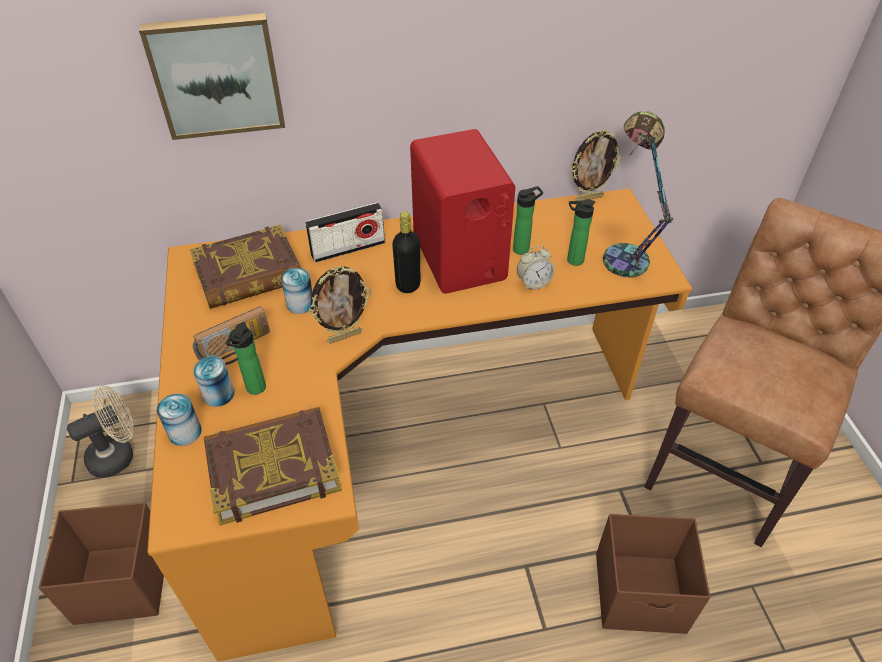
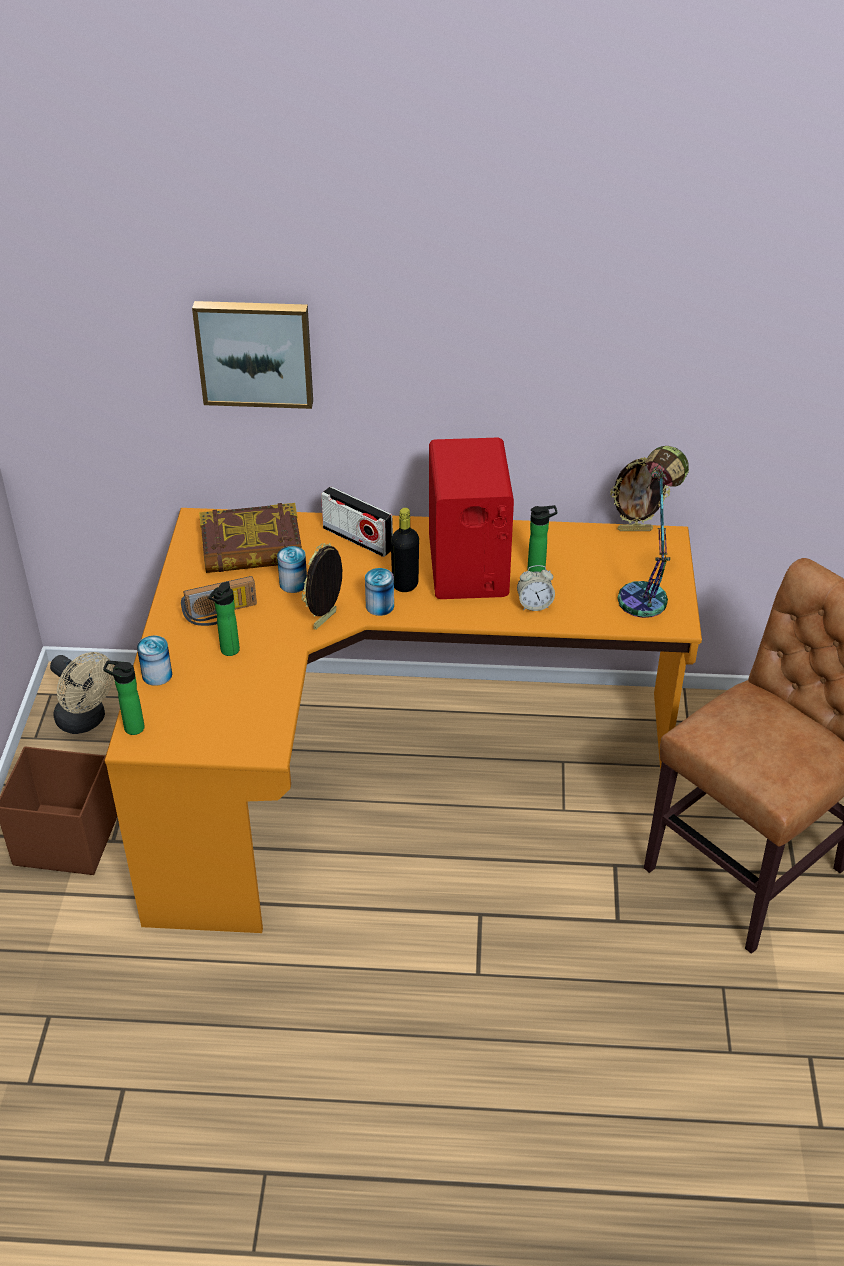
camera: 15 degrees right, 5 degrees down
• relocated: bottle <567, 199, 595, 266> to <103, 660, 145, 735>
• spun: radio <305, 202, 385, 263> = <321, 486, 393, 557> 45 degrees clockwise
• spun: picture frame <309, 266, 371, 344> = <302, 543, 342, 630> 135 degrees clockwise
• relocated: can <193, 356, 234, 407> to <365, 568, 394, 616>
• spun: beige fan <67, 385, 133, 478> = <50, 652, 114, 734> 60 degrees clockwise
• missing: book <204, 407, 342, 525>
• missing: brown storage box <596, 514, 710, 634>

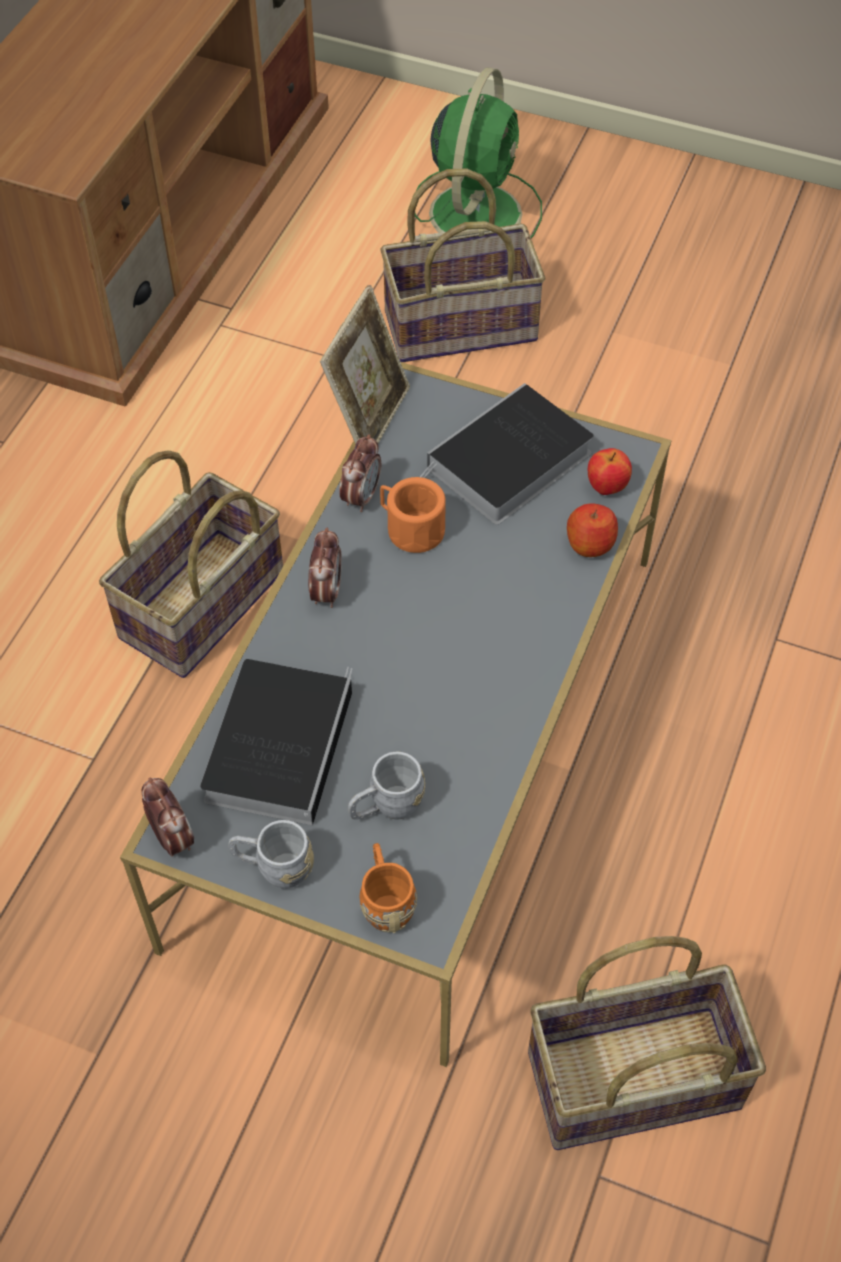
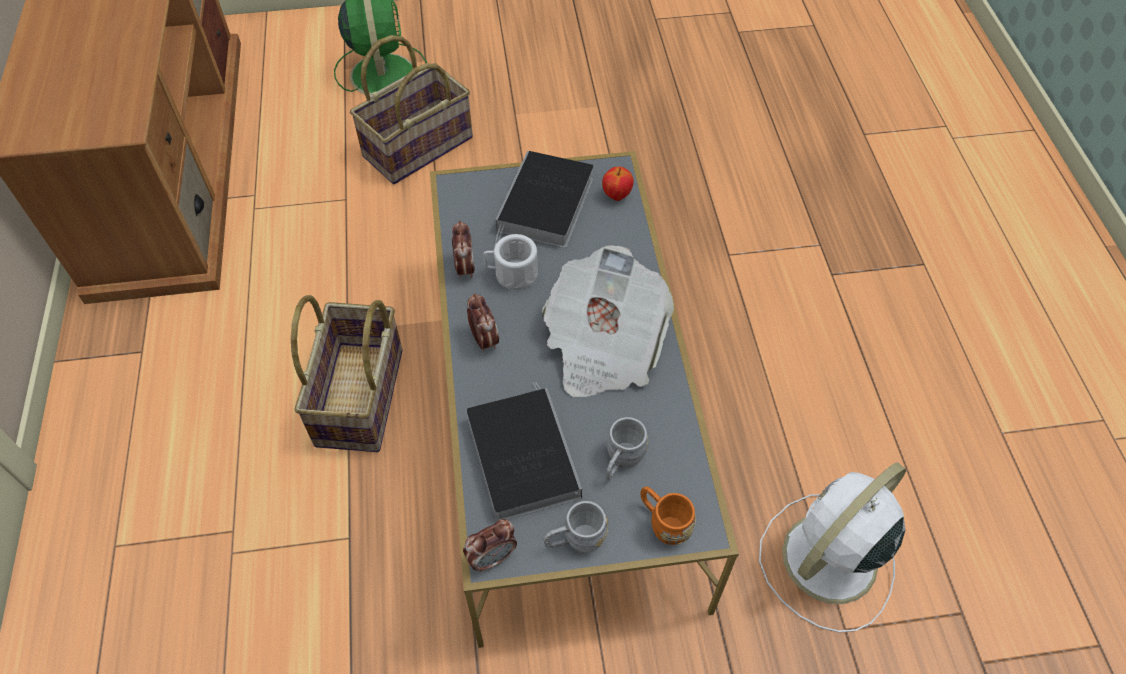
camera: 30 degrees left, 0 degrees up
• missing: picture frame <320, 285, 410, 444>
• colour: orange mug <380, 477, 446, 553> to white mug <483, 234, 538, 290>
• missing: apple <567, 503, 618, 557>
• spun: alarm clock <141, 777, 194, 856> = <463, 519, 517, 572> 120 degrees clockwise
• exchanged: basket <528, 936, 766, 1150> to white fan <759, 462, 907, 632>
• appeared: newspaper <542, 245, 674, 397>

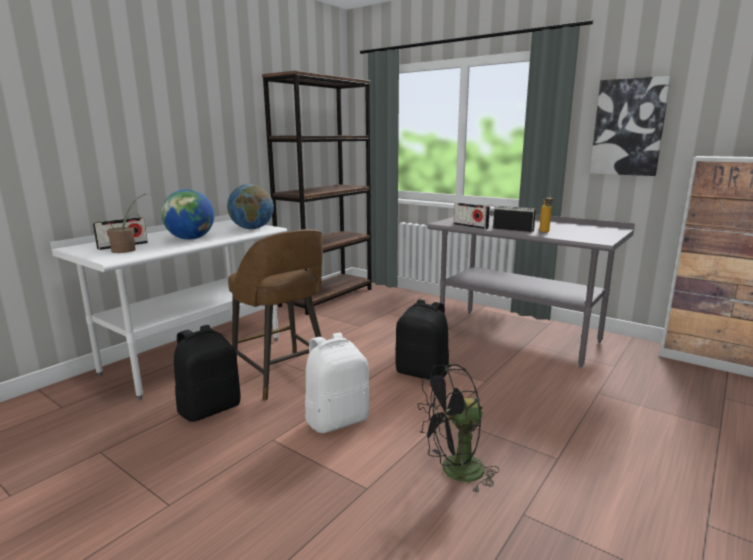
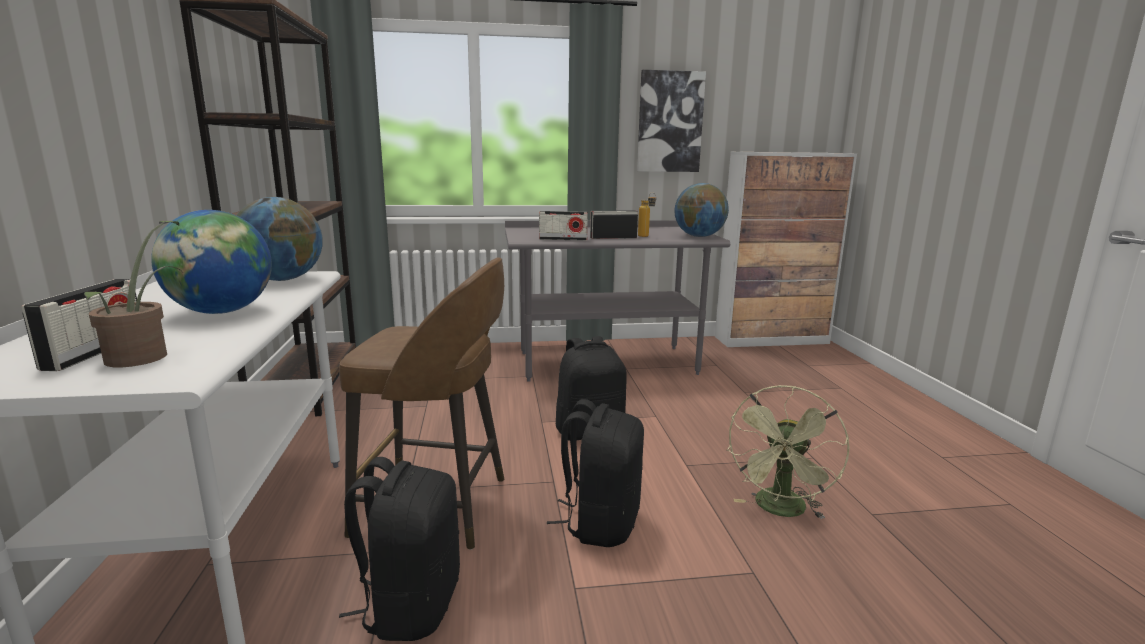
camera: 45 degrees left, 0 degrees up
• colour: white backpack <305, 332, 369, 433> to black backpack <547, 399, 644, 547>
• colour: black fan <418, 364, 499, 492> to green fan <726, 385, 850, 519>
• appeared: globe <674, 183, 729, 237>

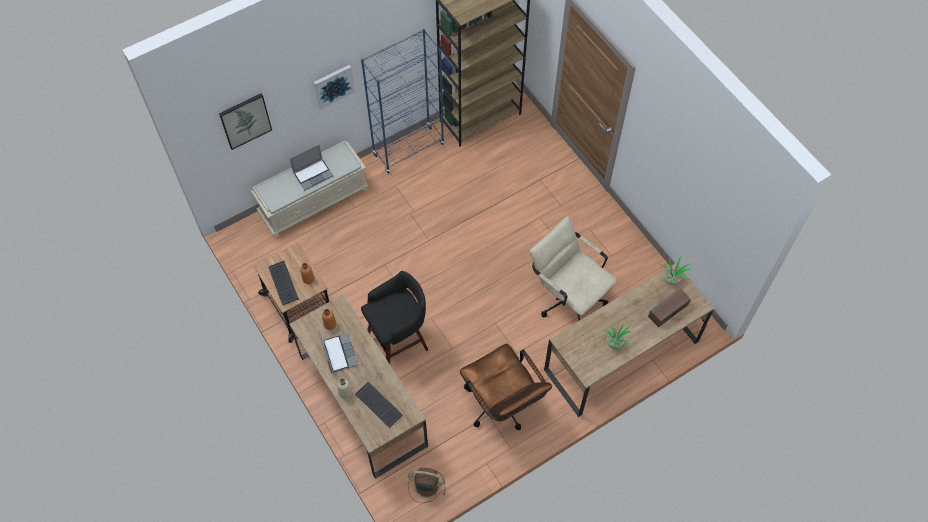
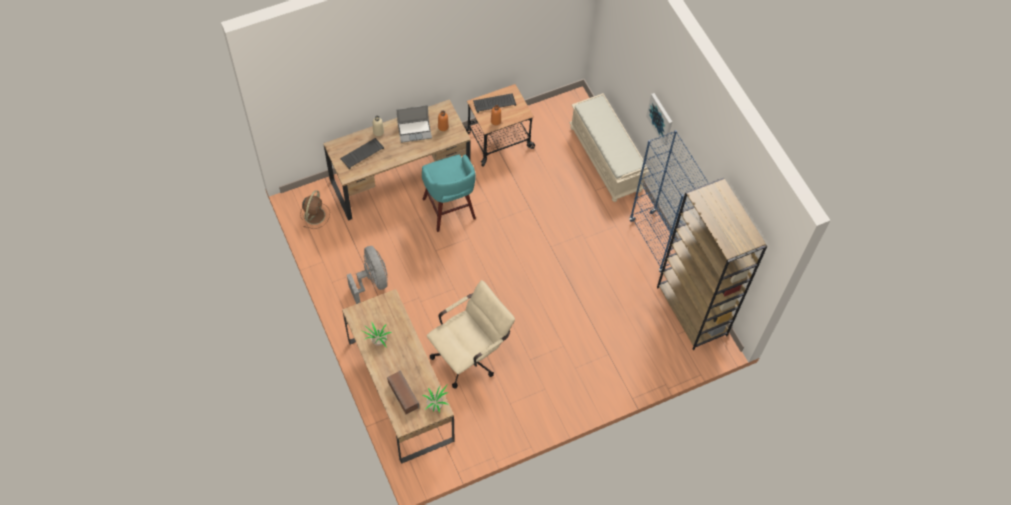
camera: 95 degrees right, 0 degrees up
• missing: picture <219, 93, 272, 150>
• missing: laptop <290, 144, 334, 191>
• colour: black stool <361, 271, 428, 364> to turquoise stool <422, 154, 476, 232>
• exchanged: brown office chair <460, 344, 552, 430> to grey fan <347, 246, 388, 304>

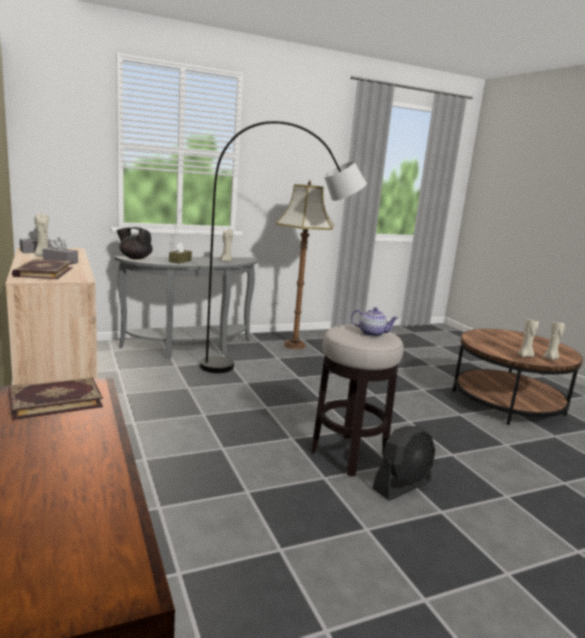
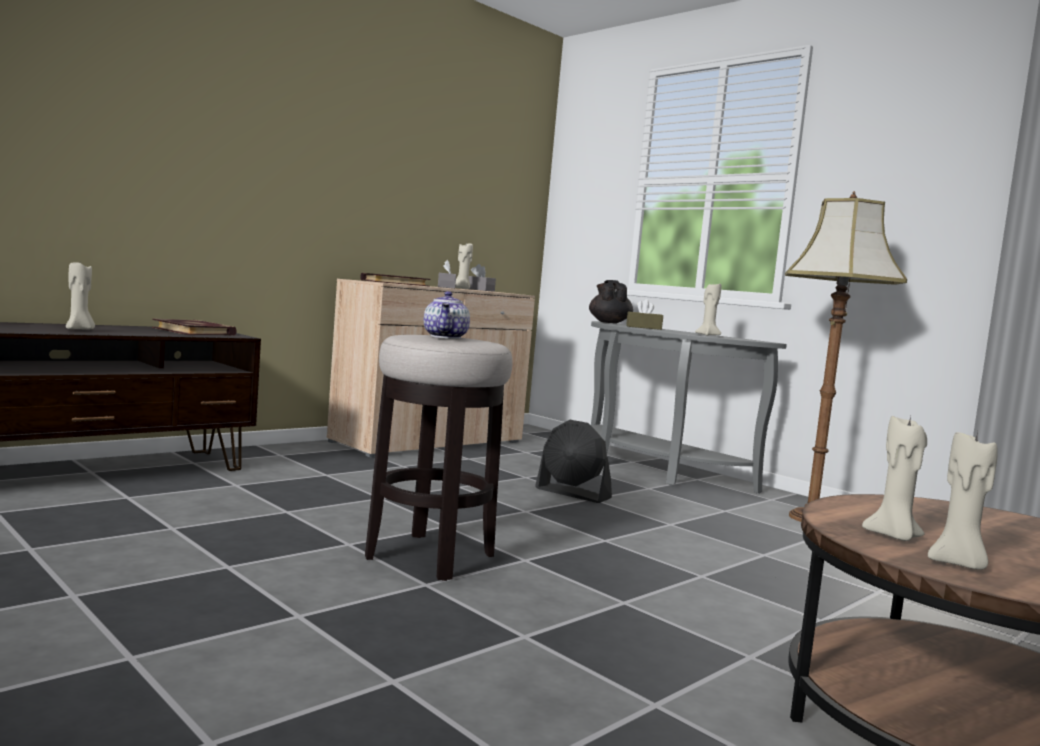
camera: 70 degrees right, 10 degrees down
• missing: grey floor lamp <200, 121, 367, 373>
• relocated: black fan <372, 426, 435, 501> to <535, 420, 612, 503>
• appeared: beige candle <66, 262, 95, 330>

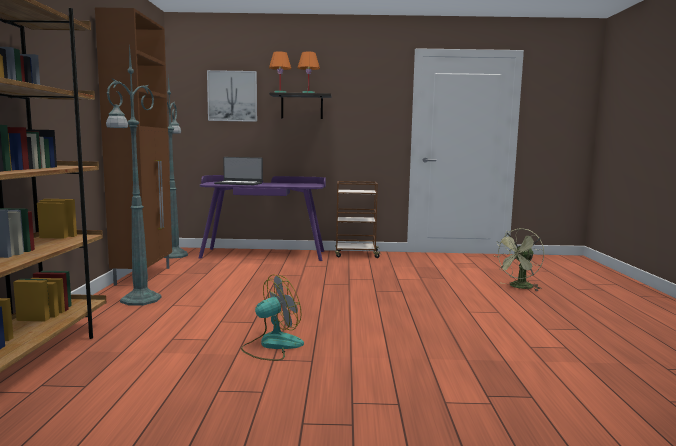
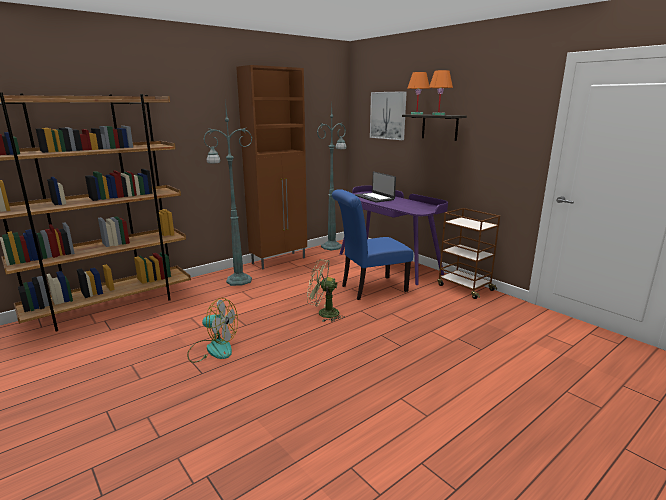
camera: 50 degrees right, 10 degrees up
• relocated: green fan <495, 228, 544, 291> to <307, 259, 341, 322>
• appeared: blue chair <332, 189, 414, 300>

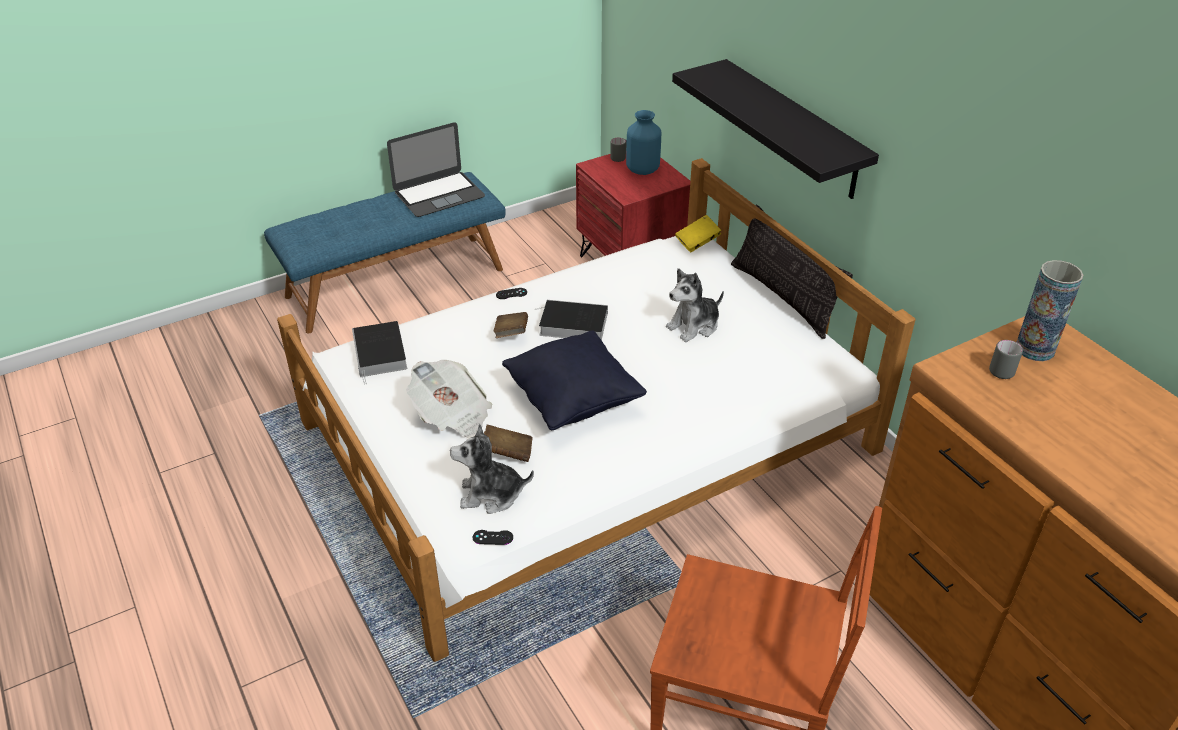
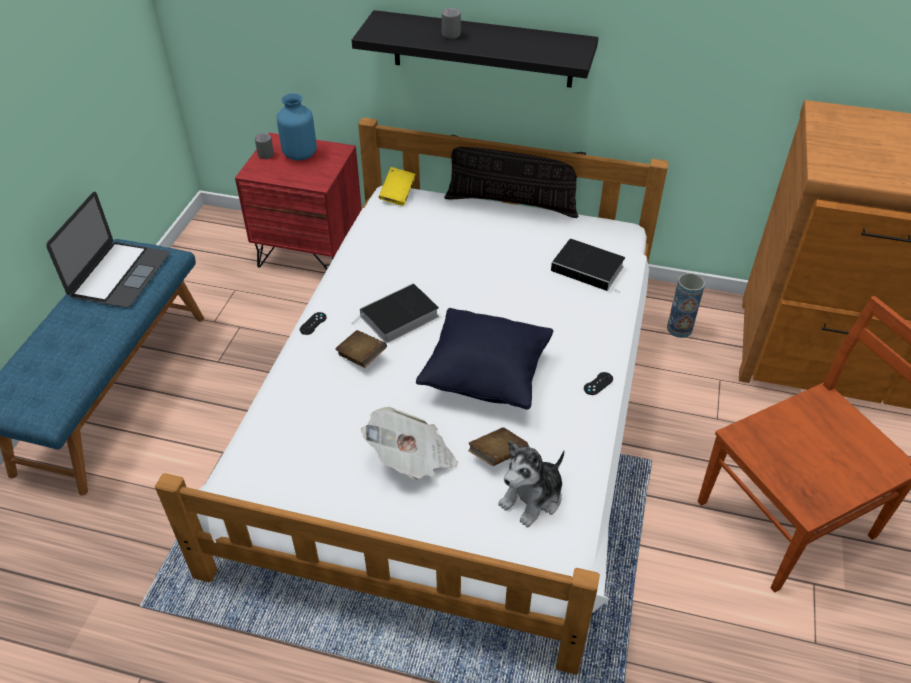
camera: 45 degrees left, 5 degrees up
• relocated: vase <1017, 260, 1083, 361> to <667, 273, 705, 338>
• missing: plush toy <666, 268, 724, 342>
• relocated: book <352, 321, 407, 385> to <551, 239, 625, 293>
• relocated: grey mug <989, 340, 1023, 379> to <442, 8, 461, 39>
• relocated: black game controller <473, 530, 513, 545> to <584, 372, 613, 395>

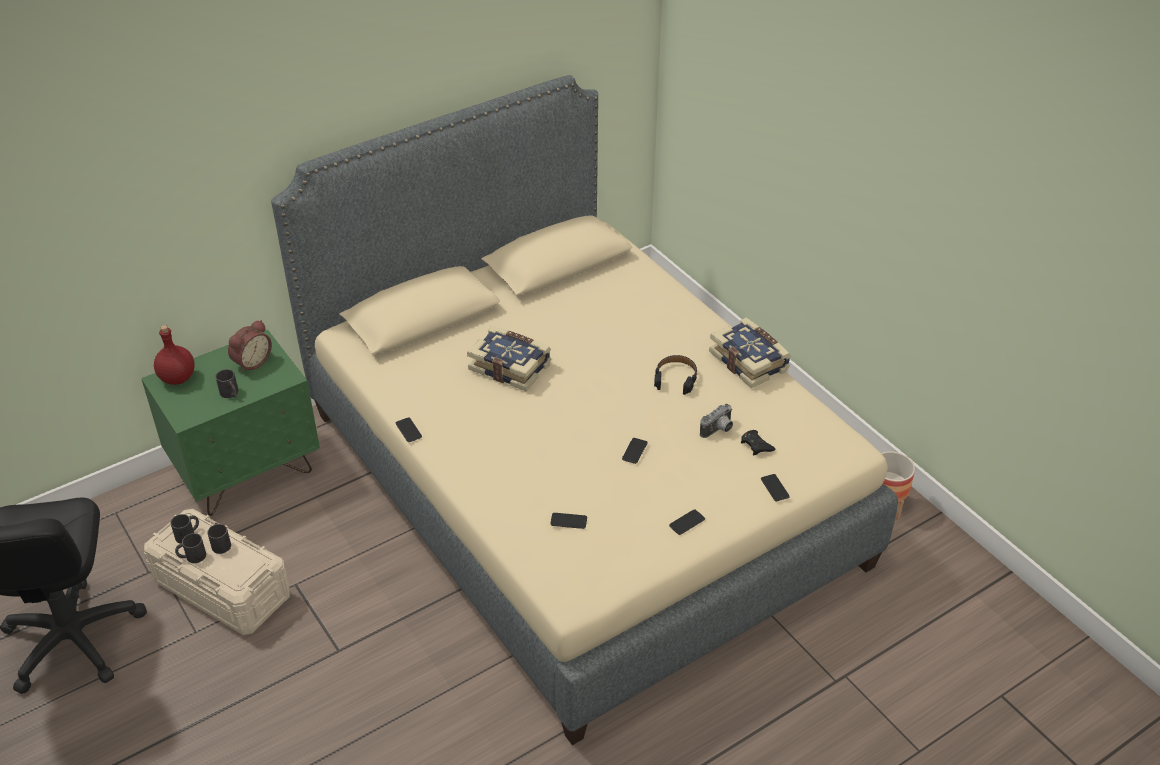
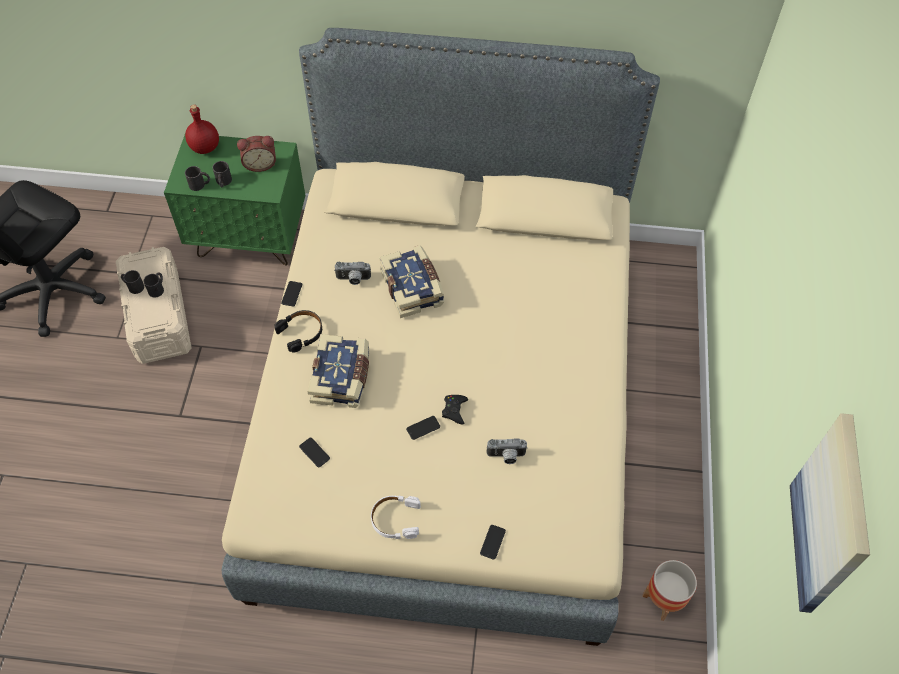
camera: 40 degrees right, 15 degrees up
• relocated: book <709, 318, 791, 388> to <307, 334, 370, 408>
• relocated: black headphones <654, 355, 697, 395> to <275, 310, 322, 353>
• relocated: black game controller <741, 430, 776, 455> to <442, 395, 468, 425>
• exchanged: phone <669, 509, 705, 535> to white headphones <371, 495, 421, 539>
• relocated: black mug <171, 514, 199, 544> to <185, 166, 210, 191>
• appeared: photo camera <334, 262, 371, 285>
• appeared: picture <790, 413, 870, 613>

